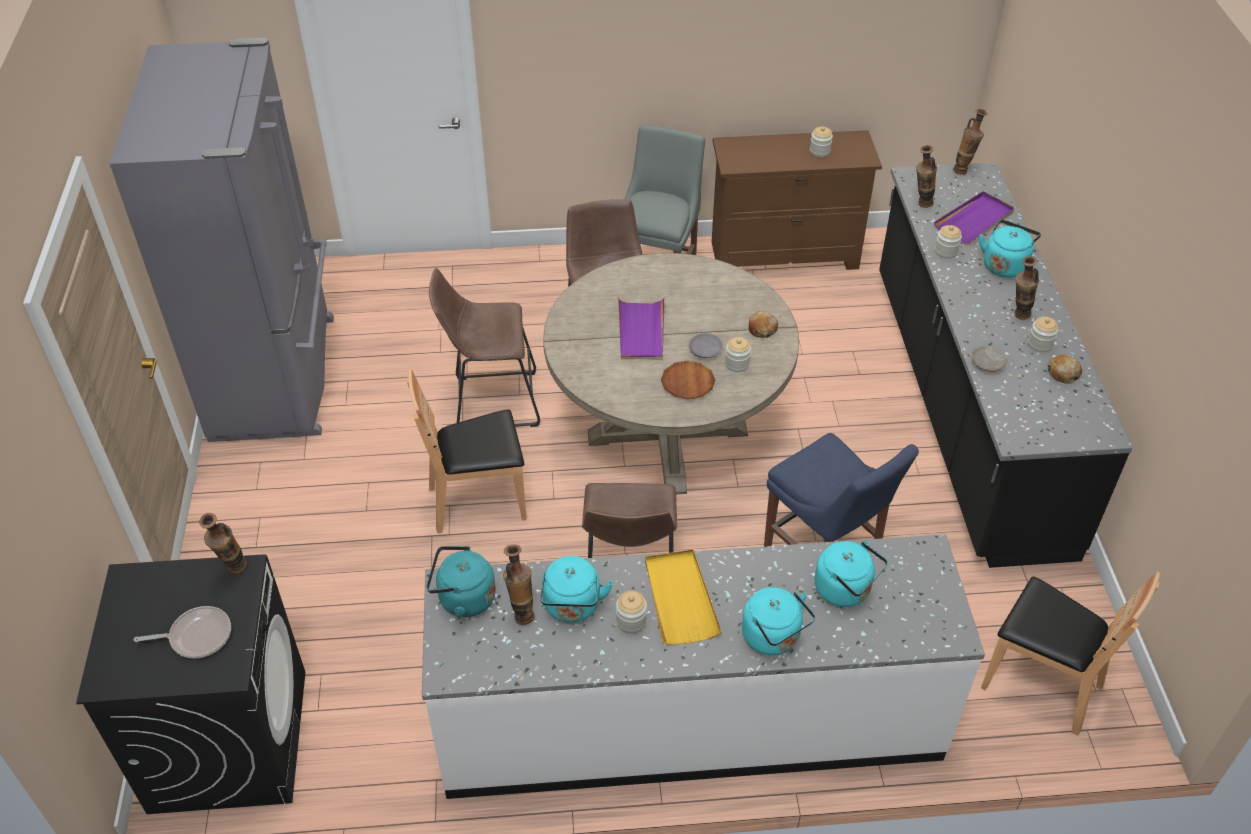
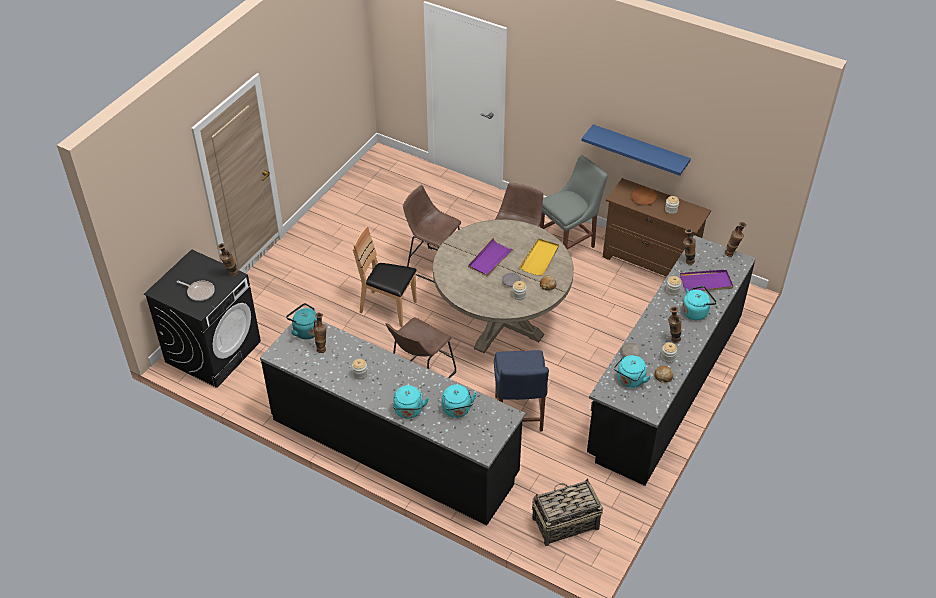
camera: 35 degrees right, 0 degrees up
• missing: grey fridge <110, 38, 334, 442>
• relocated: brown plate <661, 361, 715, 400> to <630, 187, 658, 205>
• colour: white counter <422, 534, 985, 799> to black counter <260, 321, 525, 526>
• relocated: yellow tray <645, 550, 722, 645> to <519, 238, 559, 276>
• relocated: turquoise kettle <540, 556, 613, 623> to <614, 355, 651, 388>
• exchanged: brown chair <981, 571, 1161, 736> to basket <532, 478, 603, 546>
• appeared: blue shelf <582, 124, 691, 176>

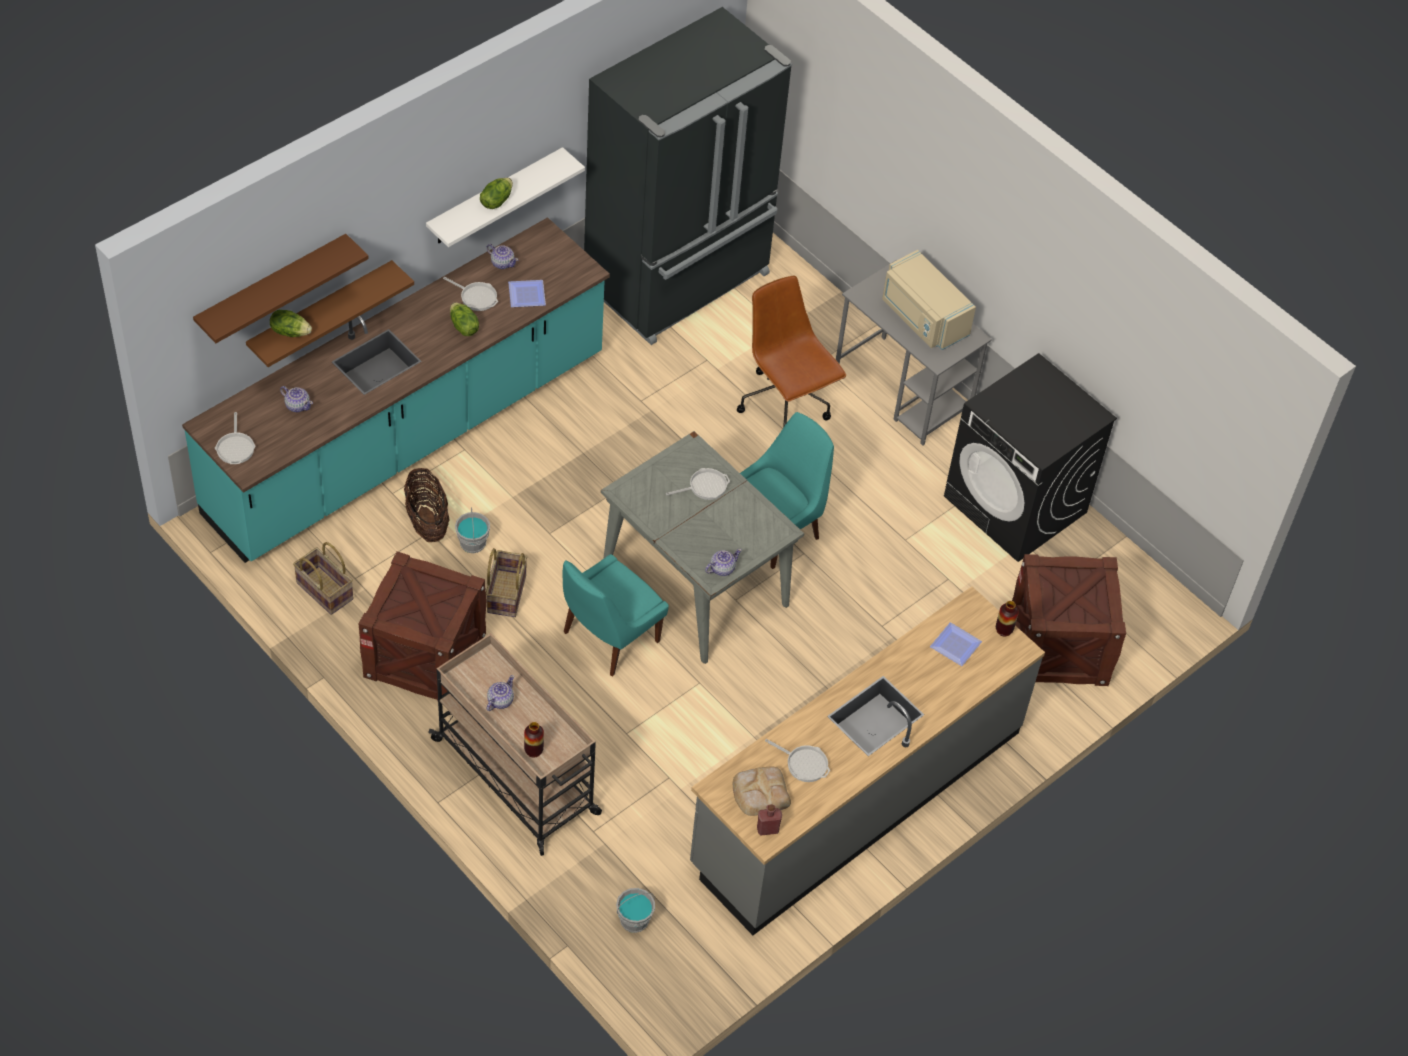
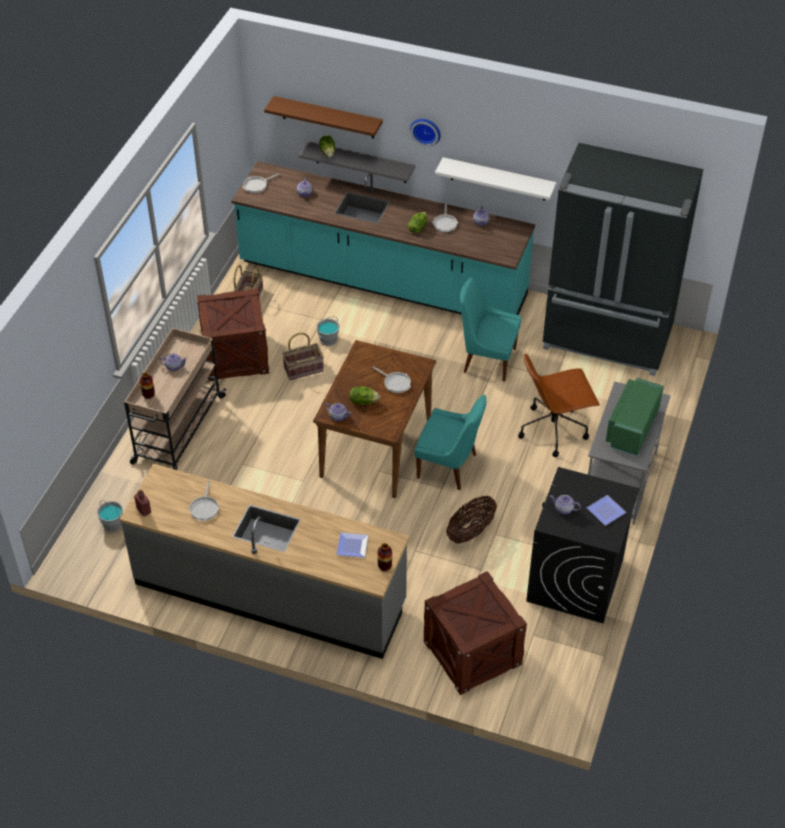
camera: 65 degrees right, 5 degrees down
• relocated: lettuce <480, 178, 513, 209> to <349, 386, 380, 405>
• colour: beige microwave <882, 250, 976, 350> to green microwave <606, 378, 664, 456>
• colour: brown shelf <246, 260, 414, 367> to grey shelf <298, 141, 415, 183>
• spun: brown office chair <737, 276, 846, 428> = <518, 353, 600, 457> 135 degrees counterclockwise
• relocated: plate <508, 280, 546, 307> to <587, 495, 626, 526>
• colour: grey dining table <601, 431, 804, 664> to brown dining table <313, 340, 436, 498>
• relocated: basket <404, 468, 450, 542> to <446, 496, 497, 544>
• relocated: turquoise chair <563, 554, 669, 676> to <460, 277, 521, 381>
• missing: bread <733, 767, 791, 816>
• appeared: wall clock <410, 119, 441, 146>
• appeared: teapot <550, 495, 581, 514>

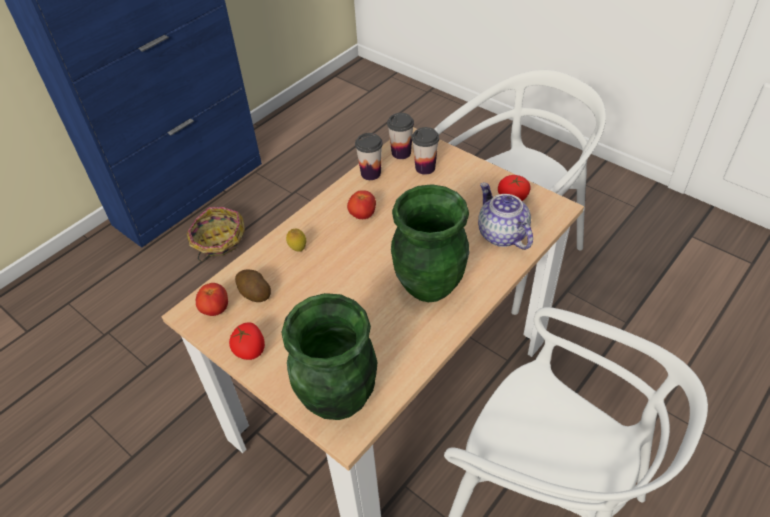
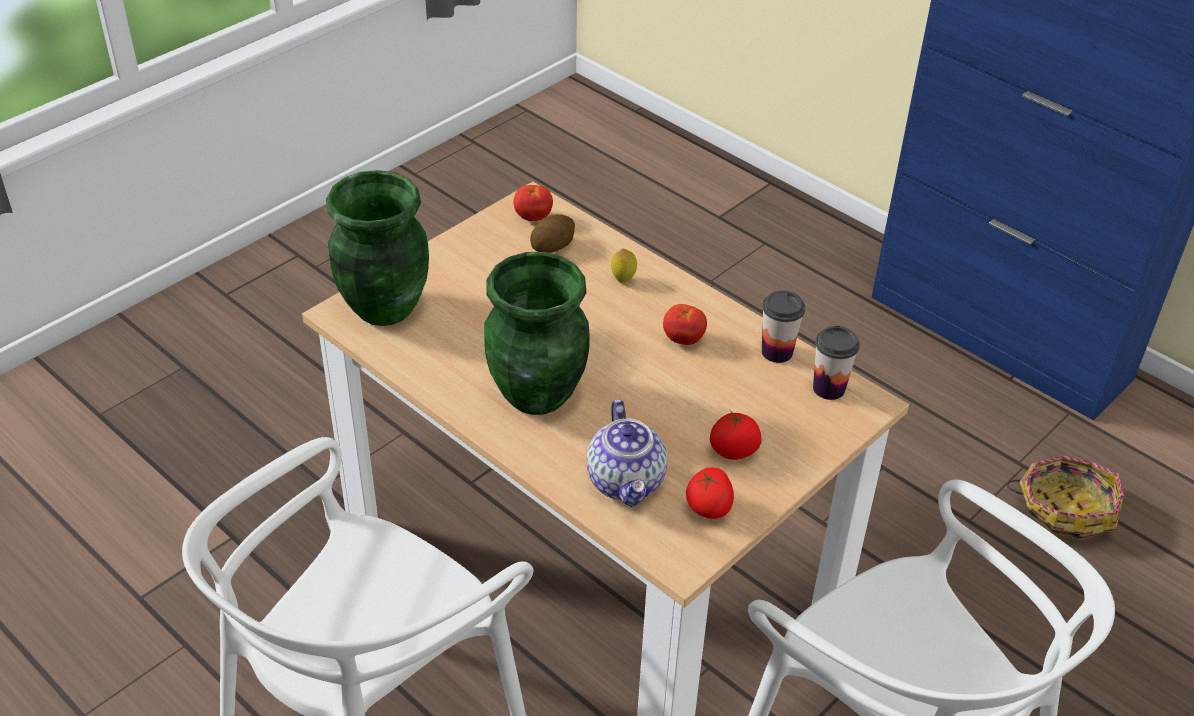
camera: 90 degrees right, 5 degrees down
• missing: cup <412, 127, 439, 175>
• spun: teapot <478, 182, 533, 250> = <587, 399, 667, 507> 105 degrees clockwise
• relocated: basket <187, 207, 245, 261> to <1007, 456, 1124, 541>
• relocated: tomato <229, 322, 265, 360> to <710, 411, 762, 460>

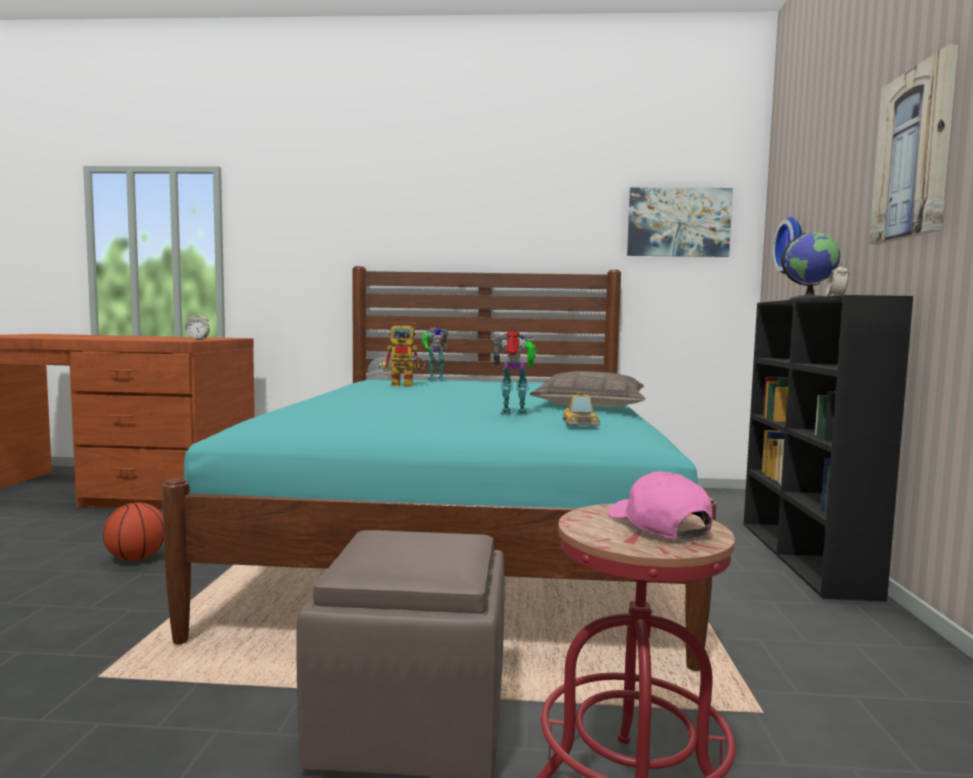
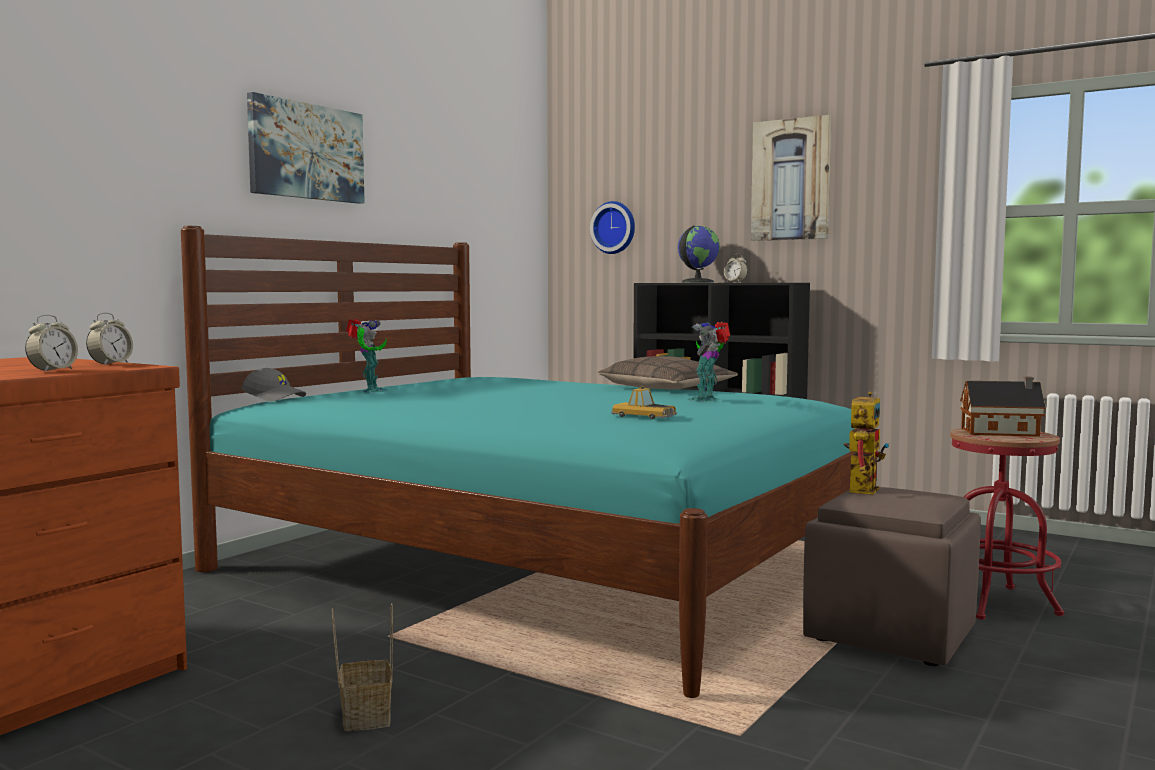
camera: 60 degrees left, 0 degrees up
• relocated: picture <627, 187, 733, 257> to <247, 92, 365, 204>
• relocated: toy robot <383, 323, 425, 387> to <844, 391, 889, 495>
• relocated: toy car <563, 393, 600, 426> to <611, 386, 677, 419>
• exchanged: pink cap <608, 471, 713, 539> to toy house <960, 377, 1046, 437>
• exchanged: basketball <103, 502, 164, 561> to basket <332, 603, 393, 732>
• appeared: alarm clock <25, 314, 78, 372>

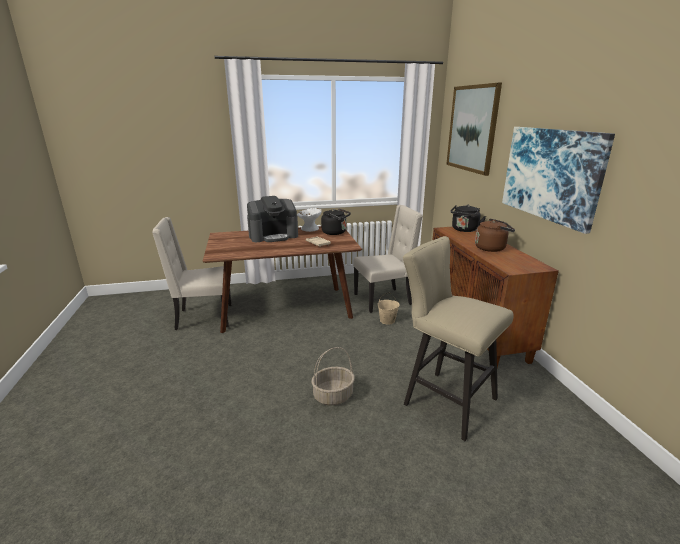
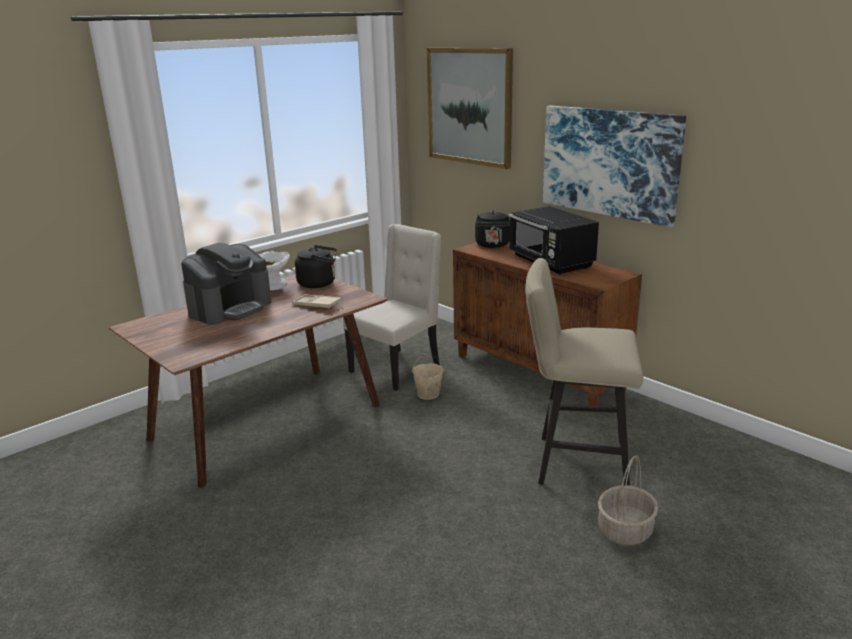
camera: 30 degrees left, 0 degrees up
• missing: beige chair <152, 217, 232, 330>
• exchanged: brown kettle <475, 219, 515, 252> to black microwave <509, 206, 599, 275>
• relocated: basket <311, 347, 355, 406> to <598, 455, 658, 546>

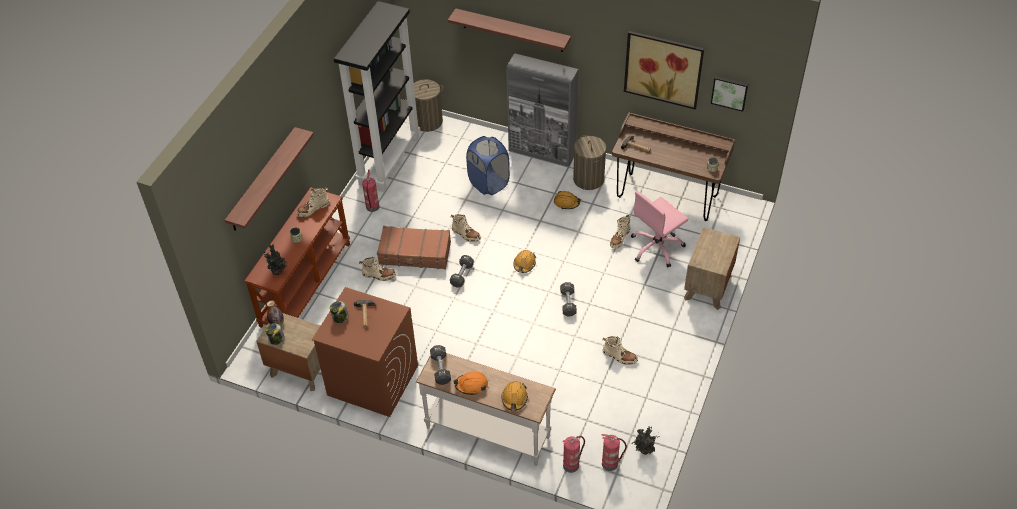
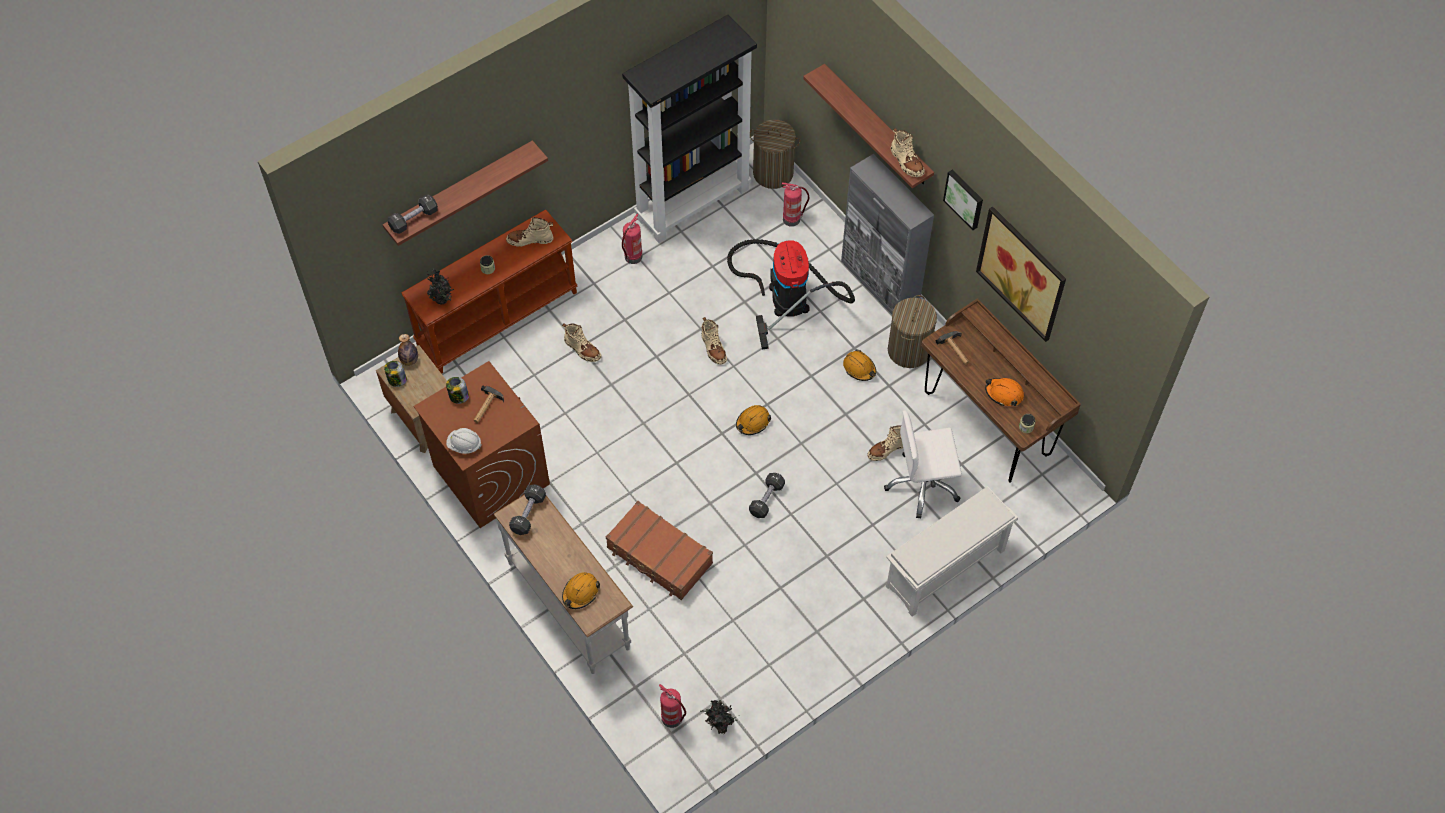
camera: 30 degrees right, 10 degrees up
• relocated: picture <711, 76, 748, 112> to <943, 170, 983, 230>
• exchanged: blue laundry basket <466, 136, 510, 195> to vacuum cleaner <727, 239, 855, 349>
• colour: pink office chair <631, 191, 688, 268> to white office chair <884, 410, 962, 519>
• relocated: brown suitcase <377, 226, 451, 269> to <606, 501, 713, 600>
• exchanged: brown nightstand <684, 227, 740, 310> to white shoe rack <886, 486, 1018, 617>
• relocated: black dumbbell <450, 255, 474, 288> to <388, 194, 438, 234>
• relocated: beige boot <602, 336, 638, 365> to <891, 128, 925, 177>
• relocated: orange hard hat <453, 371, 488, 395> to <985, 378, 1024, 406>
• relocated: fire extinguisher <563, 436, 585, 473> to <782, 183, 809, 227>
• appeared: white hard hat <446, 428, 482, 454>

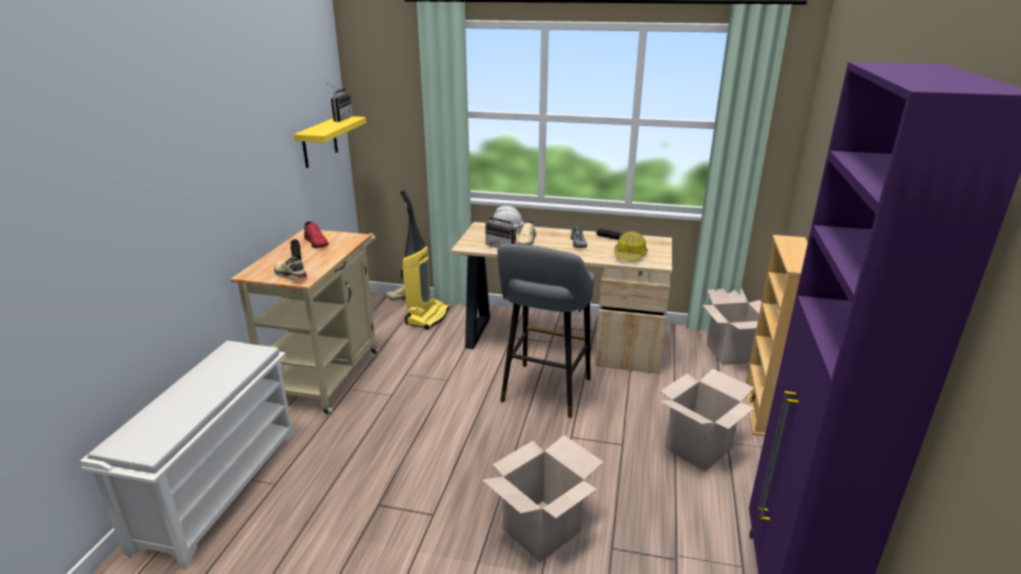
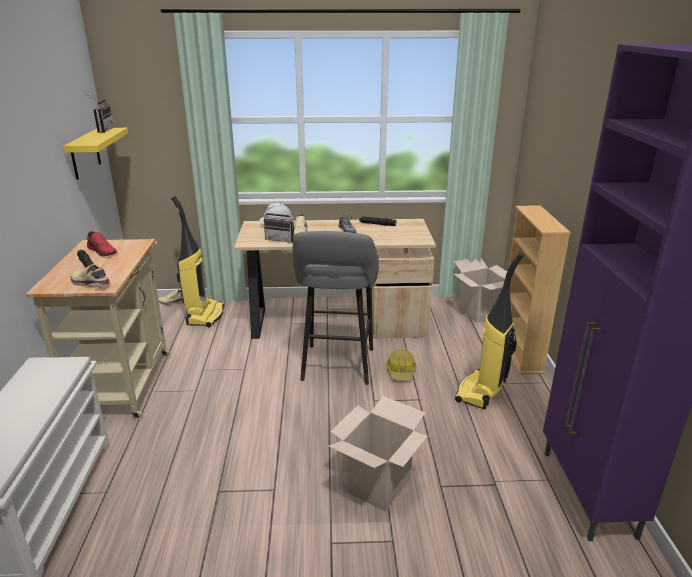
camera: 15 degrees left, 0 degrees up
• relocated: hard hat <614, 231, 648, 261> to <386, 349, 416, 380>
• exchanged: cardboard box <660, 369, 755, 472> to vacuum cleaner <455, 252, 524, 409>

